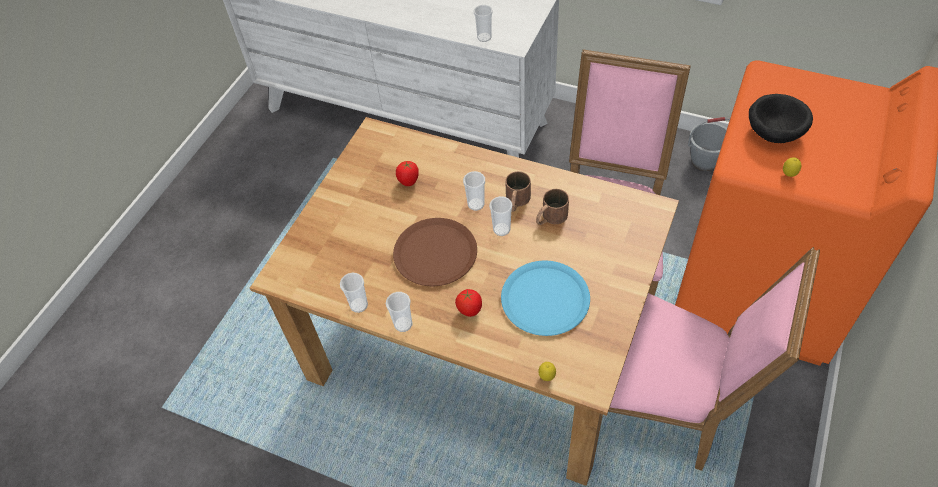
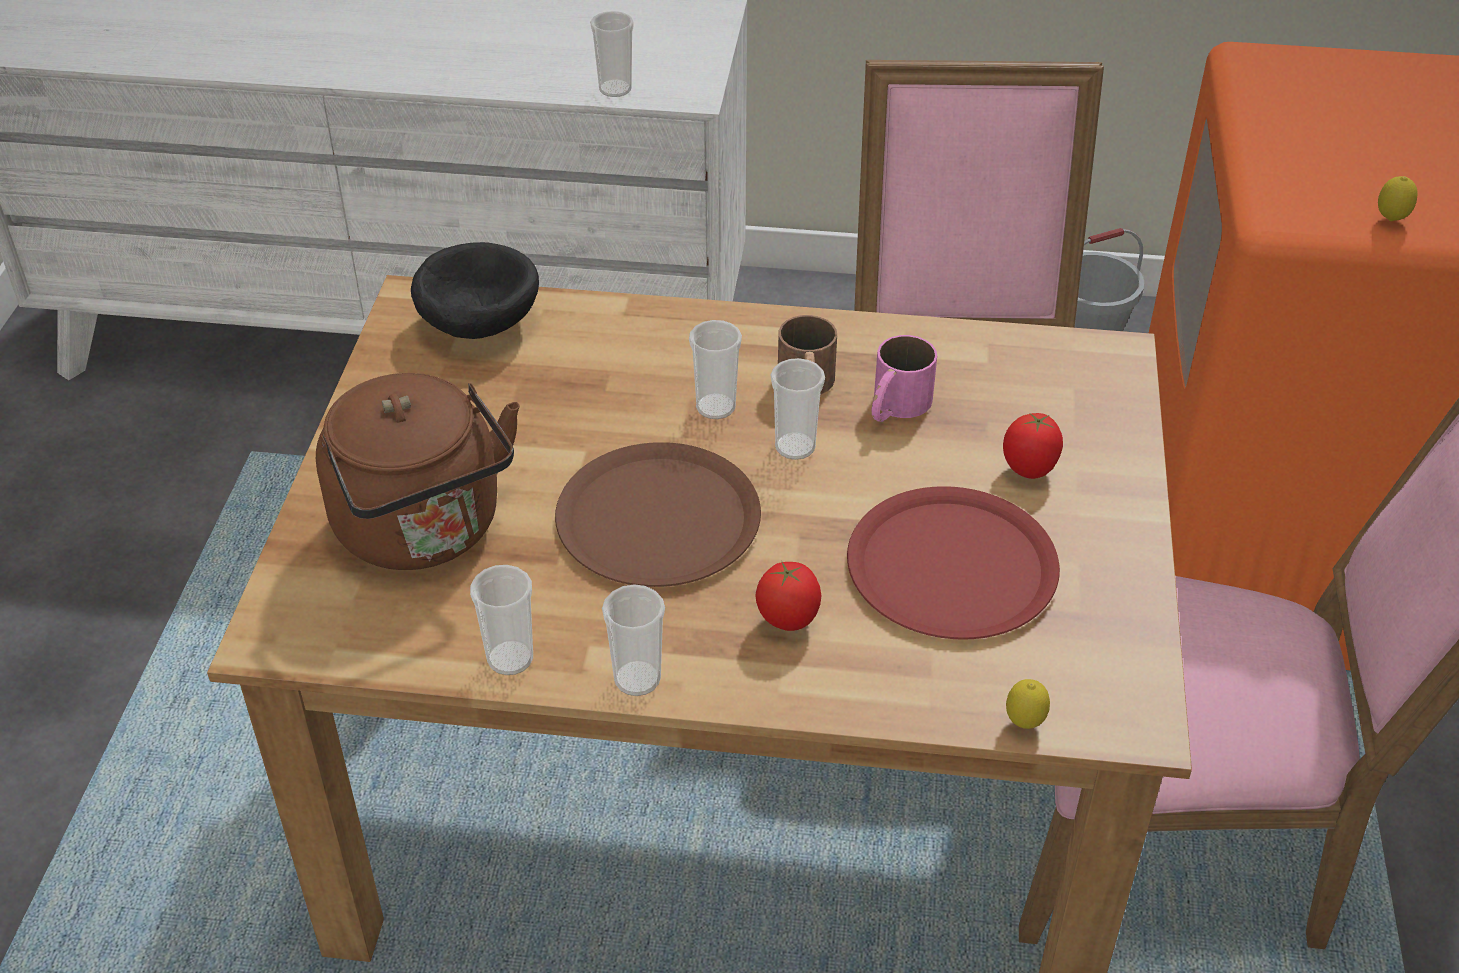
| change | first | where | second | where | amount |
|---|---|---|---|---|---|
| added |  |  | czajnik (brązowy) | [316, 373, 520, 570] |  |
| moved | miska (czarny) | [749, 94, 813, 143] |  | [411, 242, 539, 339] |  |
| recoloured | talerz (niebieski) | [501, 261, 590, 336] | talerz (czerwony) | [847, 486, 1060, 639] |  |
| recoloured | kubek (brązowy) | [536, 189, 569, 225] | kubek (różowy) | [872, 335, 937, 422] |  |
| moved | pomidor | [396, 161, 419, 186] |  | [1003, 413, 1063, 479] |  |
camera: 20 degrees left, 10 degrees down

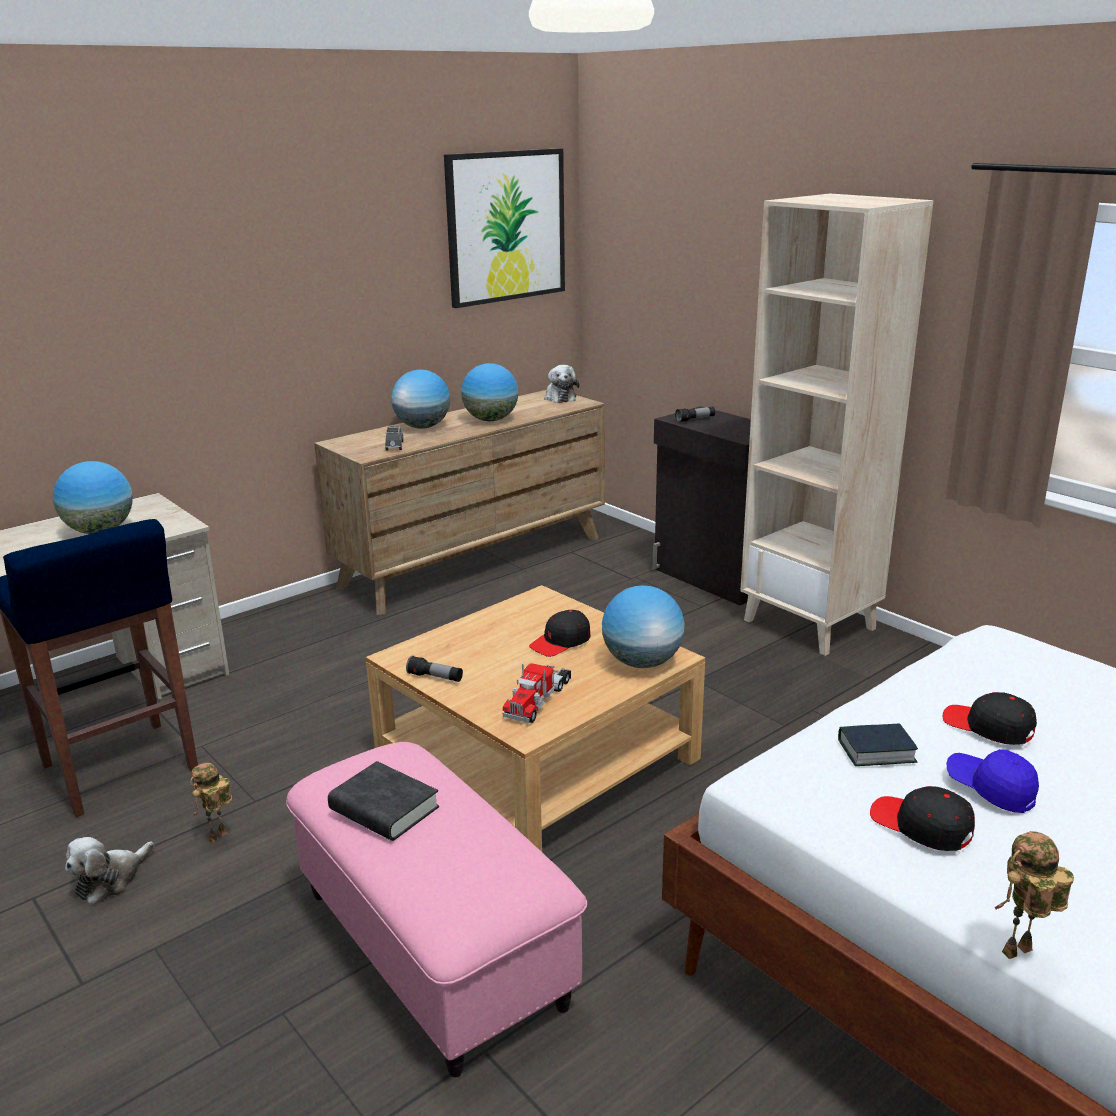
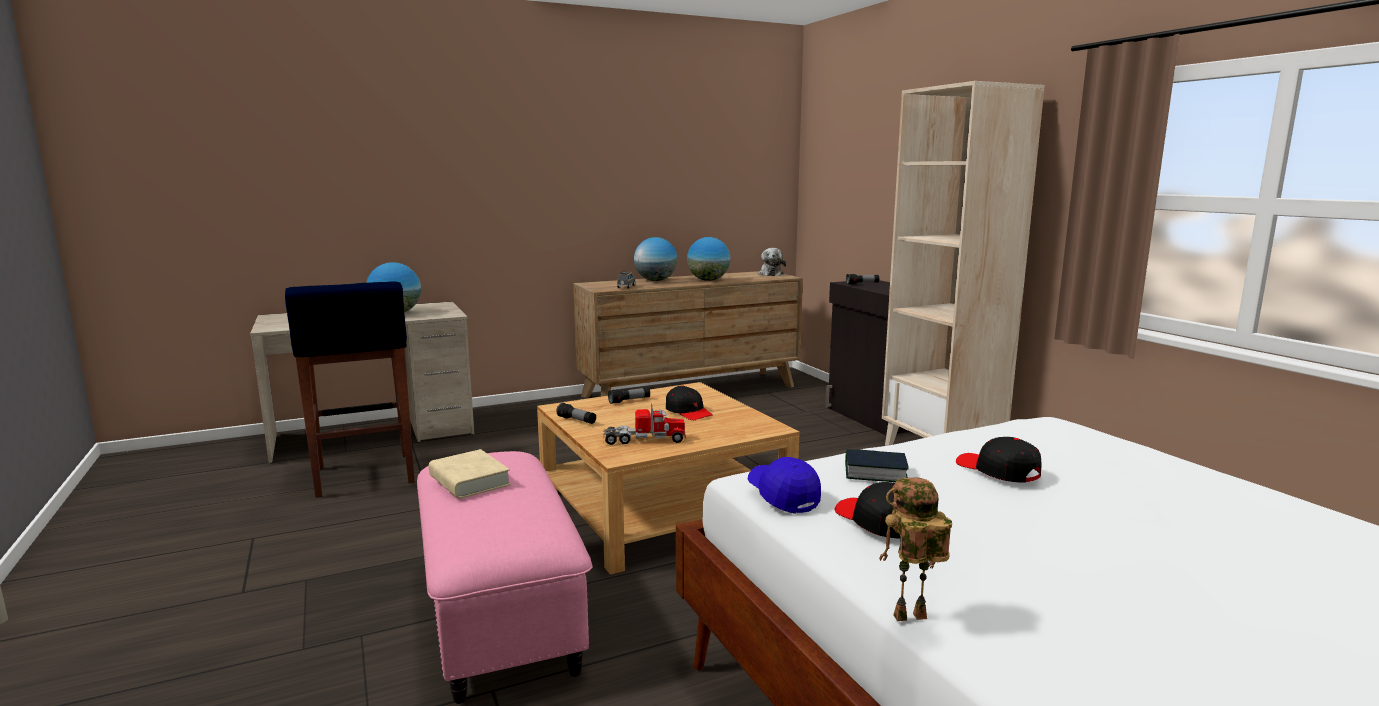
| change | first | where | second | where | amount |
|---|---|---|---|---|---|
| recoloured | książka (czarny) | [328, 761, 439, 841] | książka (beżowy) | [429, 449, 511, 499] |  |
| turned | ciężarówka zabawkowa | [502, 663, 571, 723] |  | [603, 403, 686, 445] | 135 degrees counterclockwise |
| added |  |  | latarka | [608, 387, 650, 404] |  |
| turned | czapka z daszkiem (czarny) | [529, 610, 590, 657] |  | [666, 385, 713, 420] | 105 degrees counterclockwise |
| moved | czapka z daszkiem (niebieski) | [946, 749, 1039, 813] |  | [748, 457, 821, 514] |  |
| removed | pluszak | [65, 837, 154, 905] |  |  |  |
| removed | robot zabawkowy | [190, 763, 232, 843] |  |  |  |
| removed | obraz | [444, 148, 565, 308] |  |  |  |
| removed | globus | [602, 585, 685, 668] |  |  |  |
camera: 15 degrees right, 10 degrees down

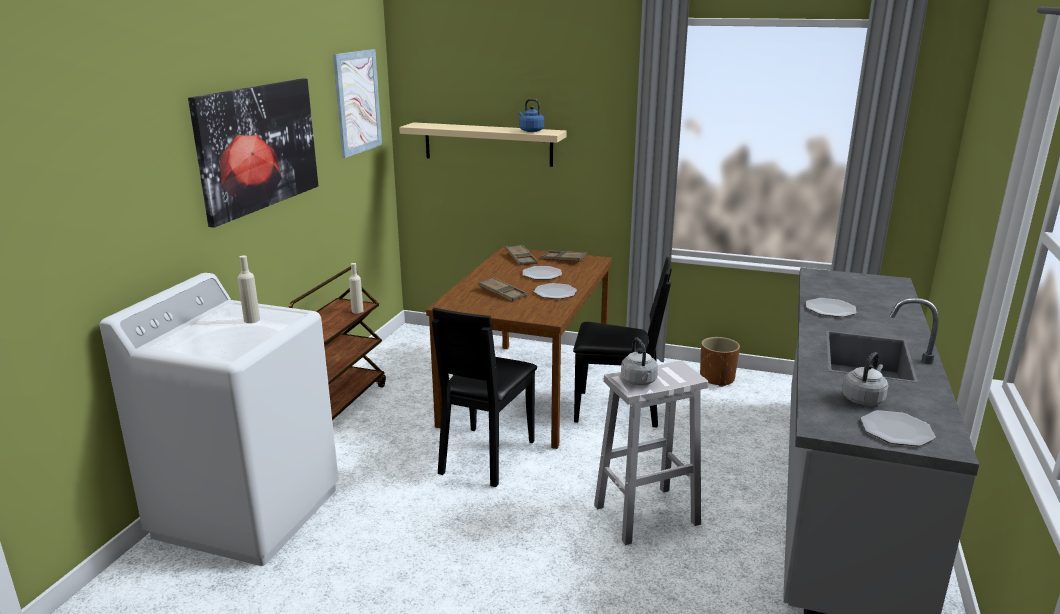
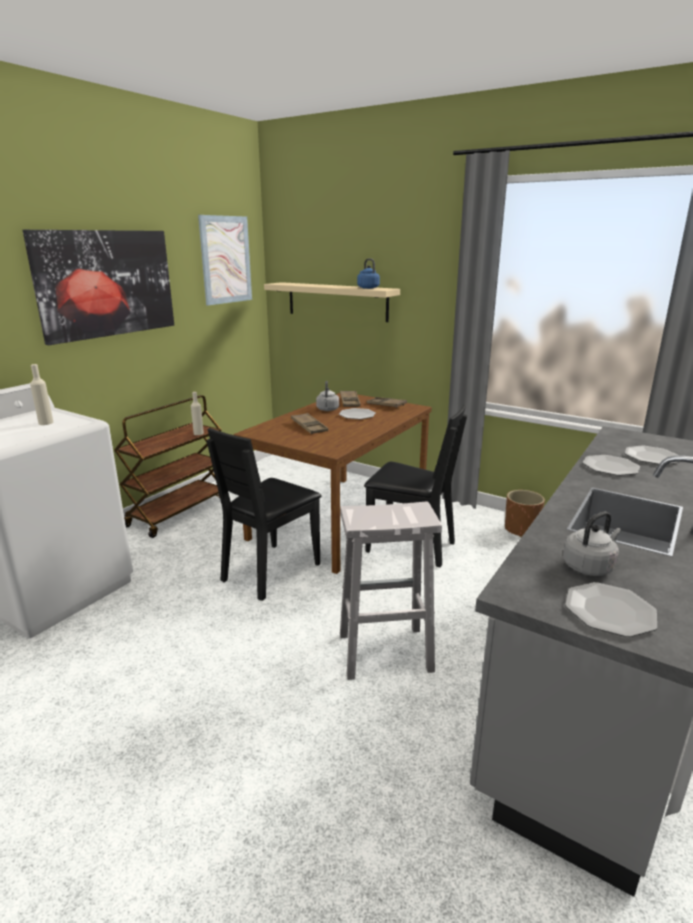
| change | first | where | second | where | amount |
|---|---|---|---|---|---|
| moved | czajnik (szary) | [621, 337, 658, 386] |  | [316, 381, 339, 411] |  |
| moved | talerz | [534, 283, 577, 299] |  | [625, 446, 679, 464] |  |
camera: 15 degrees right, 0 degrees up

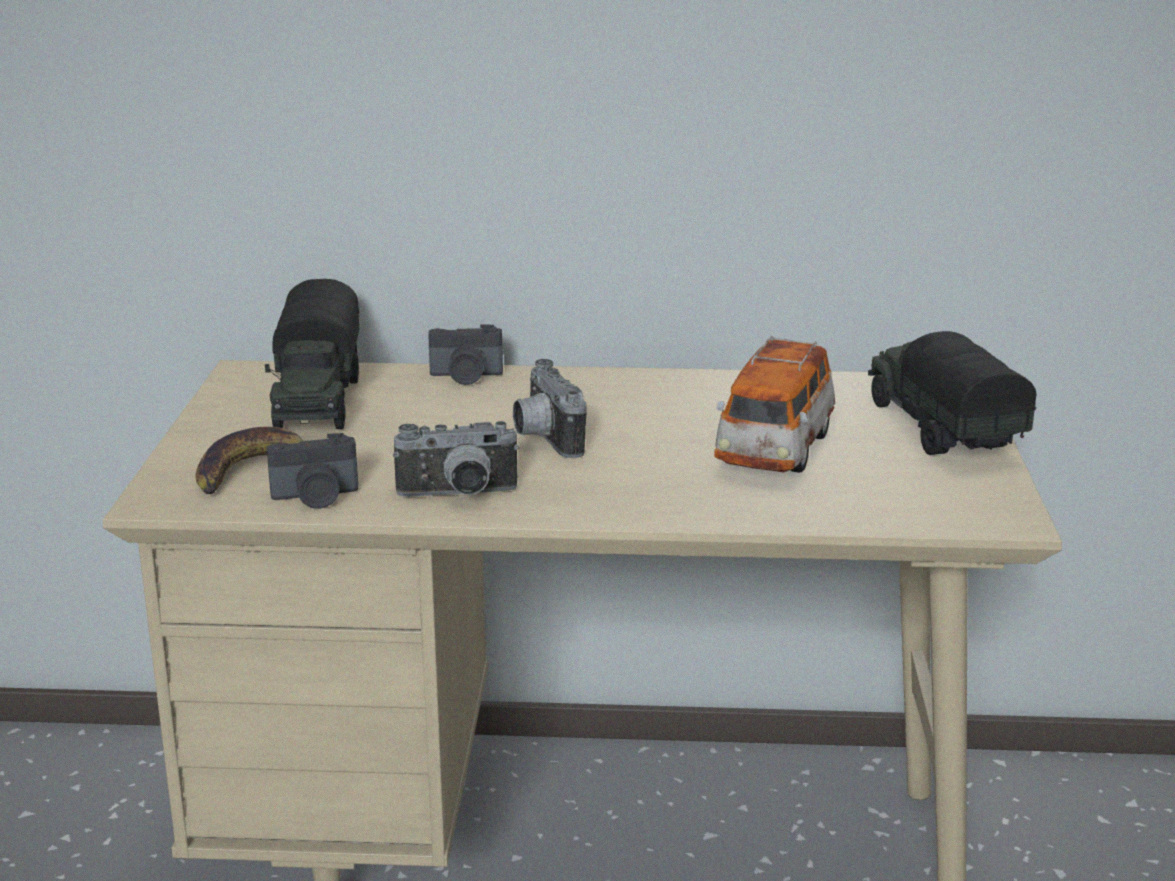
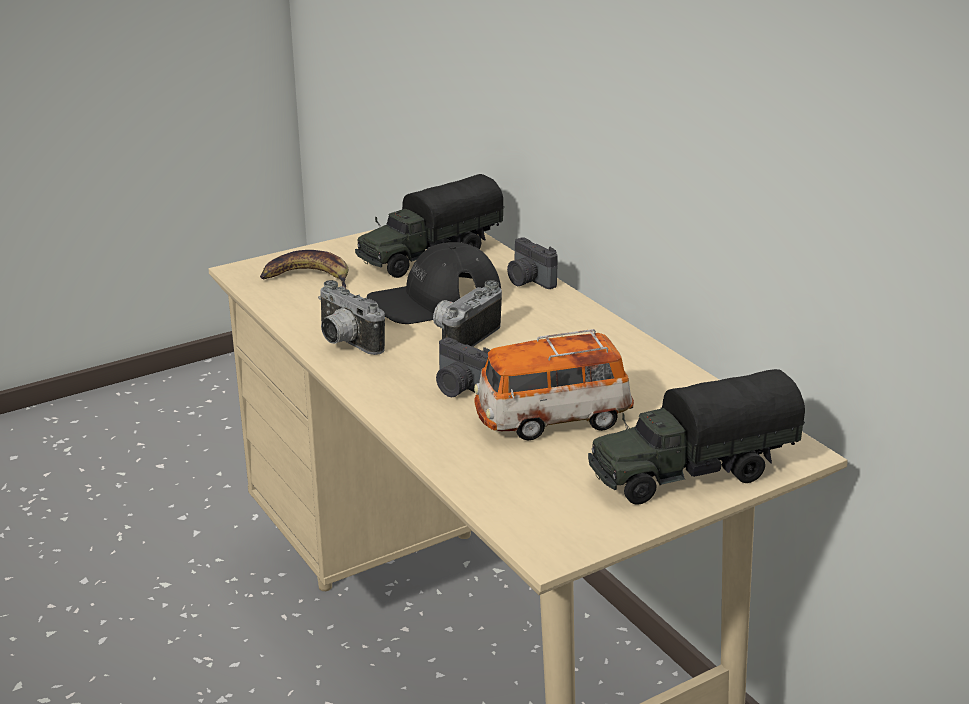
| change | first | where | second | where | amount |
|---|---|---|---|---|---|
| added |  |  | czapka z daszkiem (czarny) | [367, 242, 501, 324] |  |
| moved | aparat fotograficzny | [267, 433, 358, 509] |  | [436, 338, 490, 398] |  |
| turned | ciężarówka zabawkowa | [868, 331, 1036, 455] |  | [588, 369, 805, 505] | 150 degrees counterclockwise |
camera: 55 degrees right, 5 degrees up

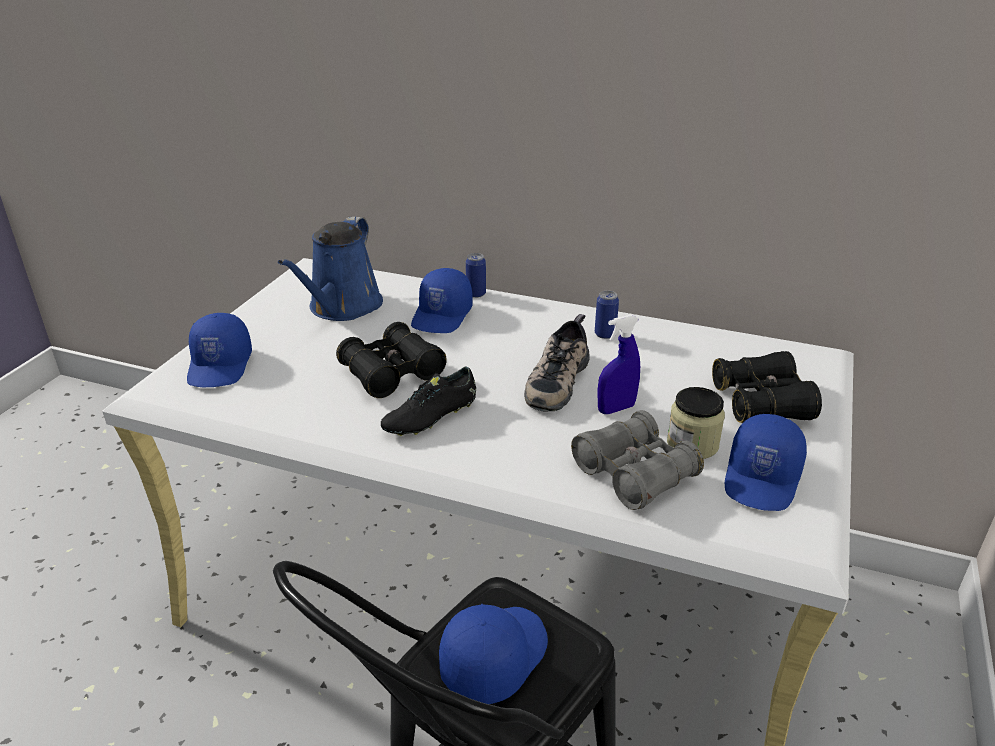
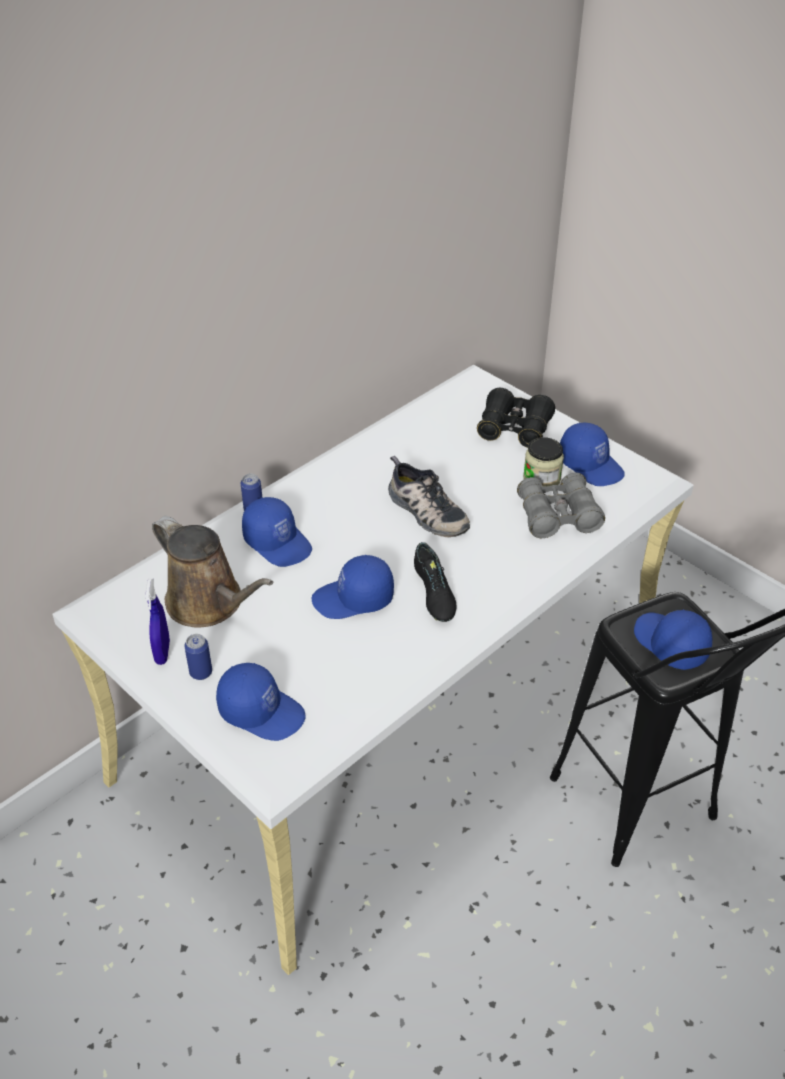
| change | first | where | second | where | amount |
|---|---|---|---|---|---|
| moved | spryskiwacz (niebieski) | [597, 314, 640, 414] |  | [145, 579, 170, 665] |  |
| recoloured | konewka (niebieski) | [278, 216, 383, 321] | konewka (brązowy) | [152, 516, 273, 627] |  |
| moved | puszka | [595, 290, 619, 339] |  | [184, 634, 212, 680] |  |
| replaced | lornetka (czarny) | [336, 322, 447, 398] | czapka z daszkiem (niebieski) | [312, 555, 394, 619] |  |
camera: 65 degrees left, 10 degrees up

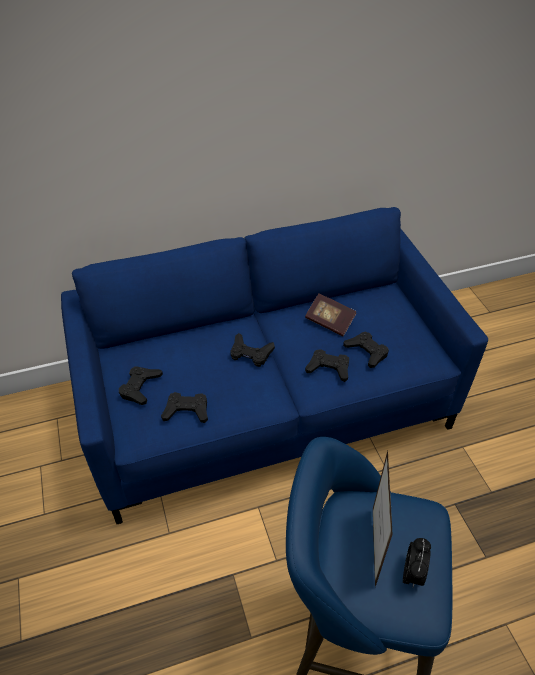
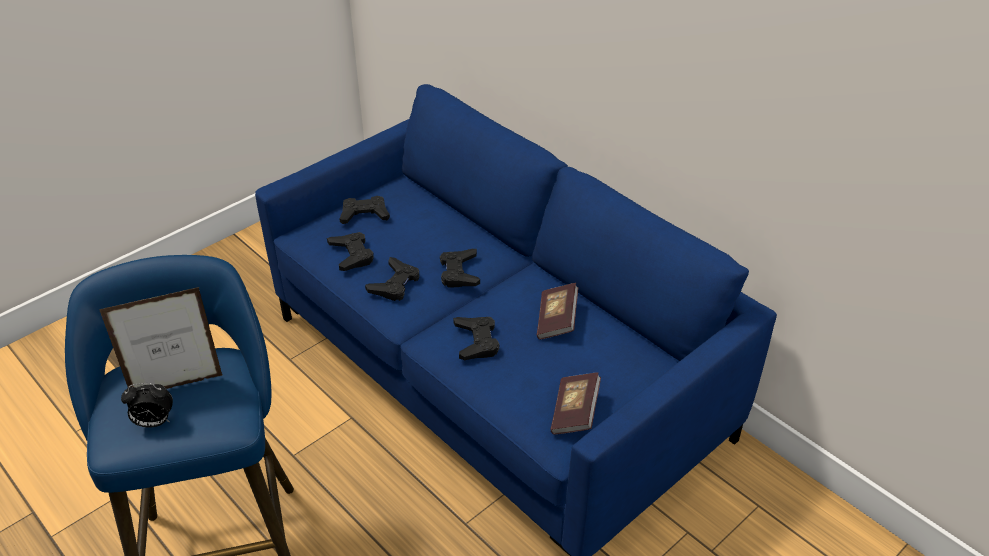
| change | first | where | second | where | amount |
|---|---|---|---|---|---|
| moved | pad do gier (czarny) | [343, 332, 389, 368] |  | [365, 257, 419, 301] |  |
| added |  |  | książka | [550, 373, 601, 435] |  |
camera: 65 degrees right, 5 degrees down

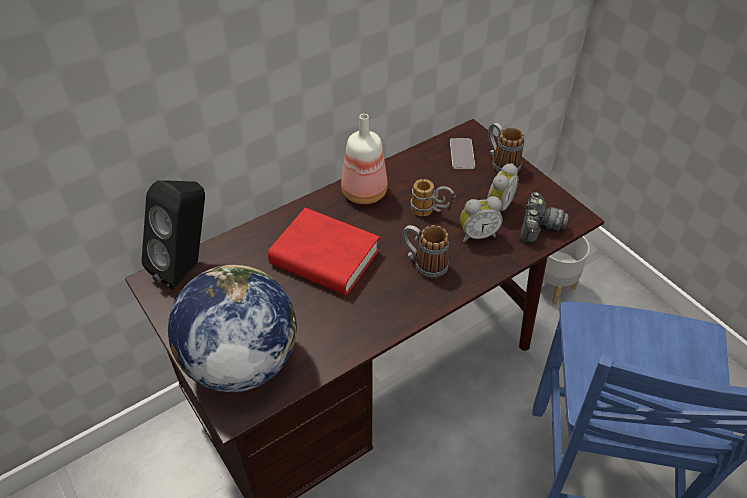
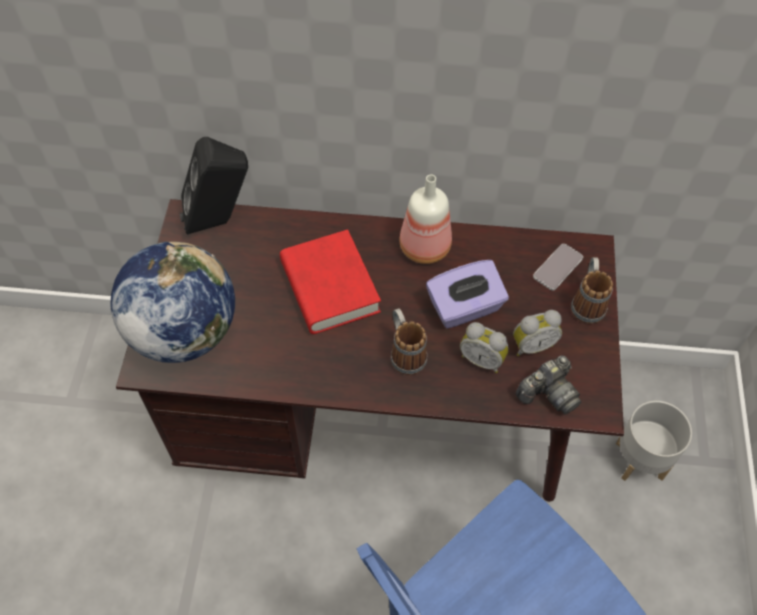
| change | first | where | second | where | amount |
|---|---|---|---|---|---|
| replaced | kubek | [411, 179, 456, 216] | pudełko chusteczek (fioletowy) | [426, 260, 509, 329] |  |
camera: 40 degrees right, 10 degrees up

